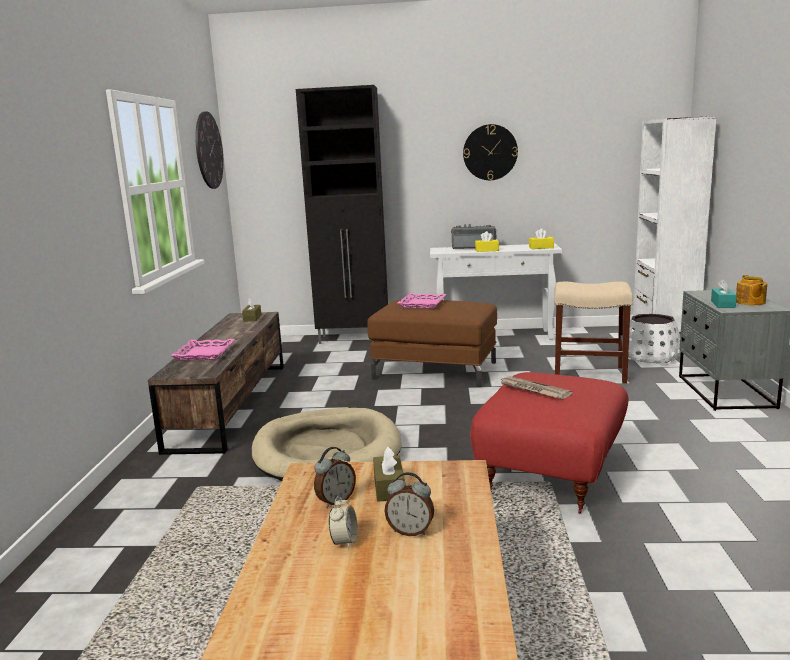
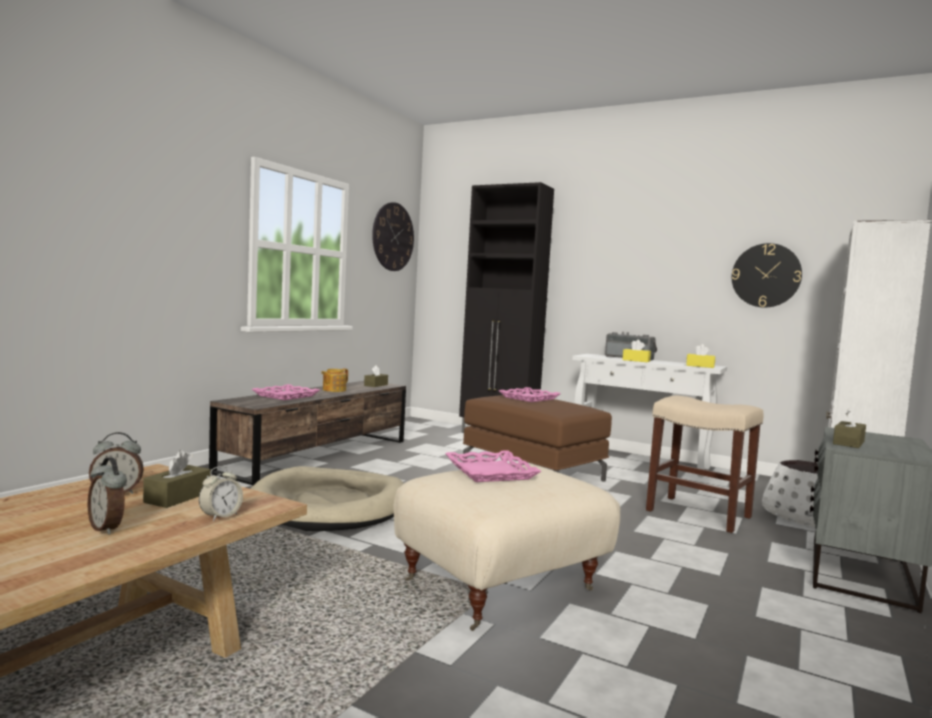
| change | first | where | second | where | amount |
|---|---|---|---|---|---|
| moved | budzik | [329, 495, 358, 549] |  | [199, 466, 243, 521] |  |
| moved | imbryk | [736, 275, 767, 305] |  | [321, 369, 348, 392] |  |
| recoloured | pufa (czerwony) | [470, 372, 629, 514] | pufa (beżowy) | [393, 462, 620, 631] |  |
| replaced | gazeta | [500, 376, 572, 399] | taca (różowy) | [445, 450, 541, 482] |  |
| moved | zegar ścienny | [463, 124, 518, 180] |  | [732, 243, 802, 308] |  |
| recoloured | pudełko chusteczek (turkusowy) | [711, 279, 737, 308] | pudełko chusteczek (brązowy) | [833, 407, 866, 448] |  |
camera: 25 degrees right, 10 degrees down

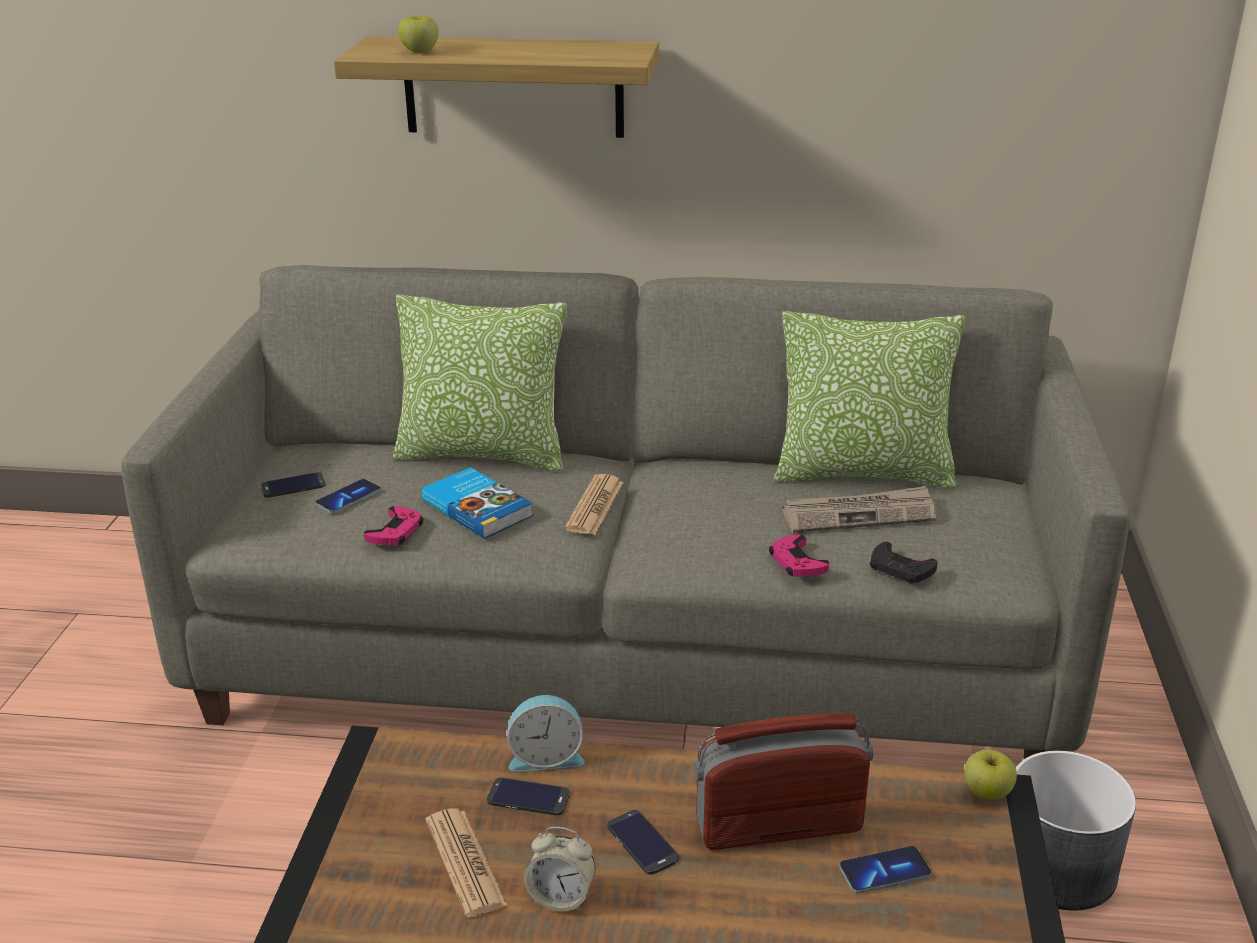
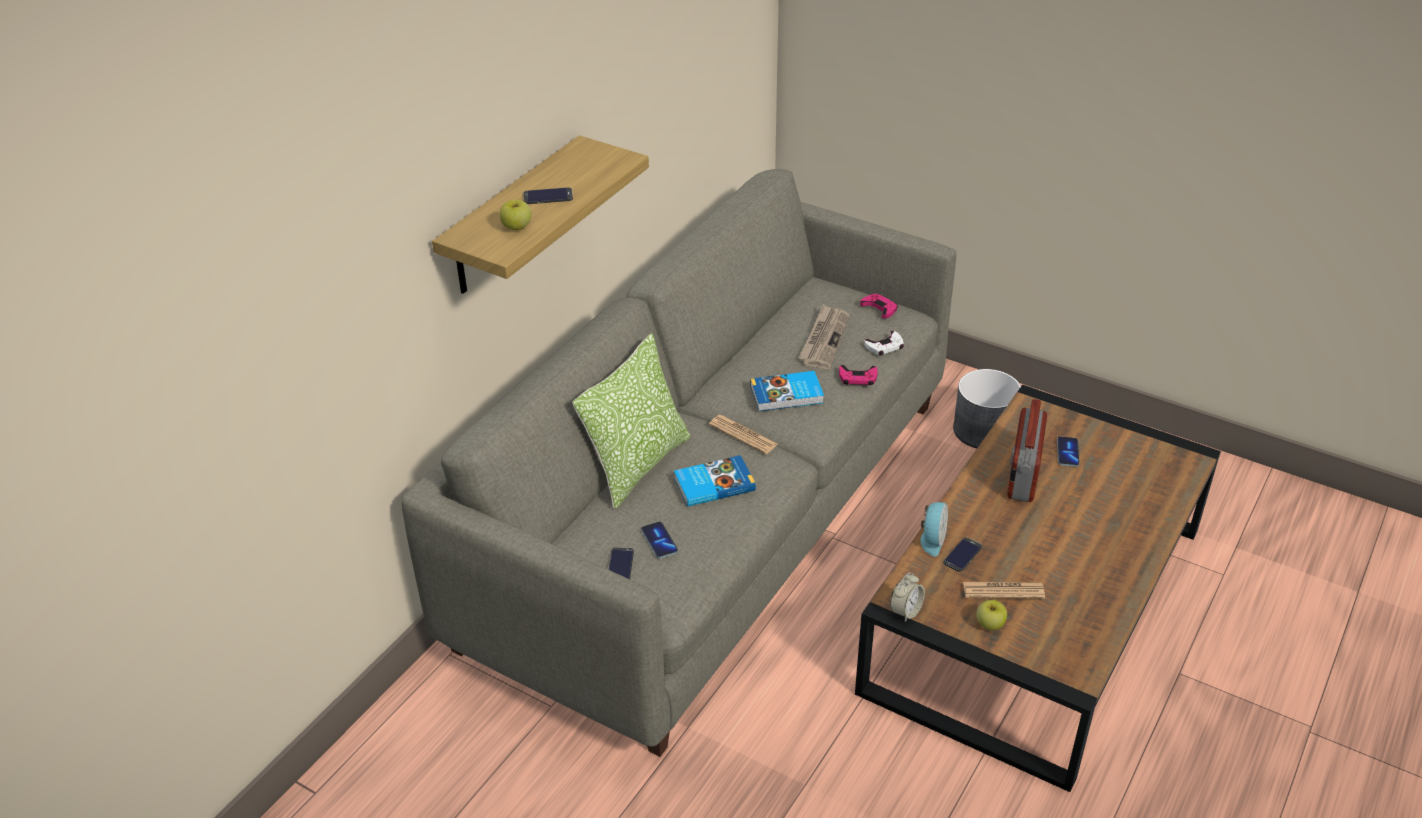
| change | first | where | second | where | amount |
|---|---|---|---|---|---|
| moved | telefon | [607, 810, 679, 875] |  | [523, 187, 573, 204] |  |
| added |  |  | książka | [750, 371, 824, 411] |  |
| moved | pad do gier (różowy) | [364, 506, 423, 545] |  | [860, 294, 898, 319] |  |
| recoloured | pad do gier (czarny) | [870, 542, 938, 583] | pad do gier (biały) | [864, 331, 904, 356] |  |
| moved | budzik | [524, 827, 596, 912] |  | [890, 573, 925, 622] |  |
| moved | jabłko | [964, 750, 1017, 800] |  | [976, 600, 1007, 630] |  |
| removed | poduszka | [774, 311, 965, 488] |  |  |  |
camera: 65 degrees left, 10 degrees up

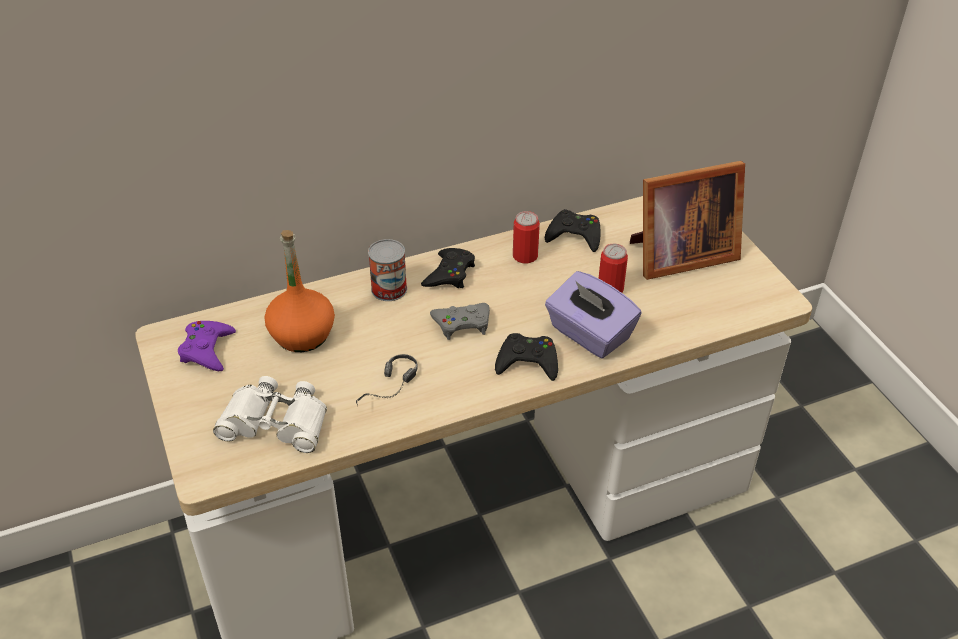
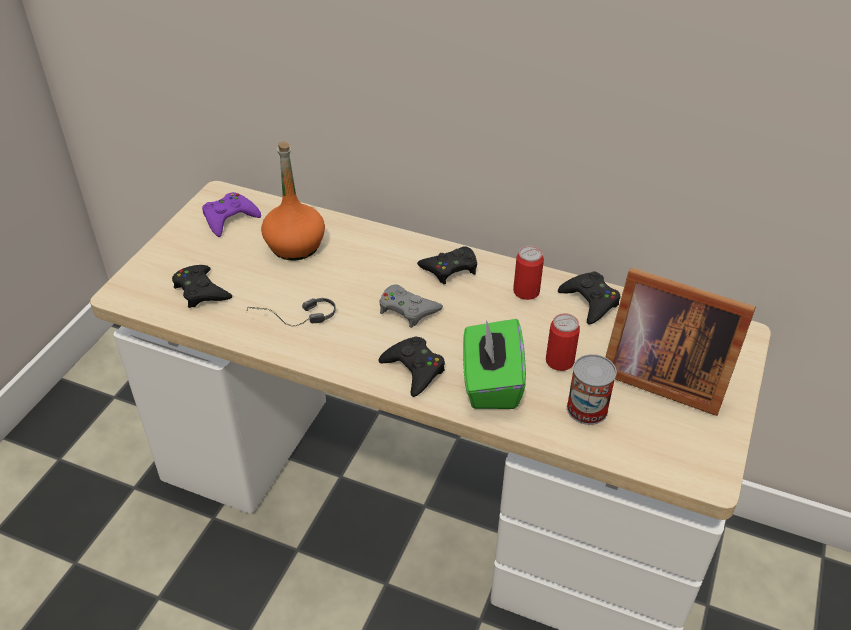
| change | first | where | second | where | amount |
|---|---|---|---|---|---|
| replaced | lornetka (biały) | [213, 376, 327, 453] | pad do gier (czarny) | [172, 265, 232, 308] |  |
| recoloured | pudełko chusteczek (fioletowy) | [545, 271, 642, 358] | pudełko chusteczek (zielony) | [463, 319, 526, 409] |  |
| moved | puszka | [368, 239, 407, 301] |  | [567, 354, 617, 425] |  |
camera: 45 degrees right, 0 degrees up

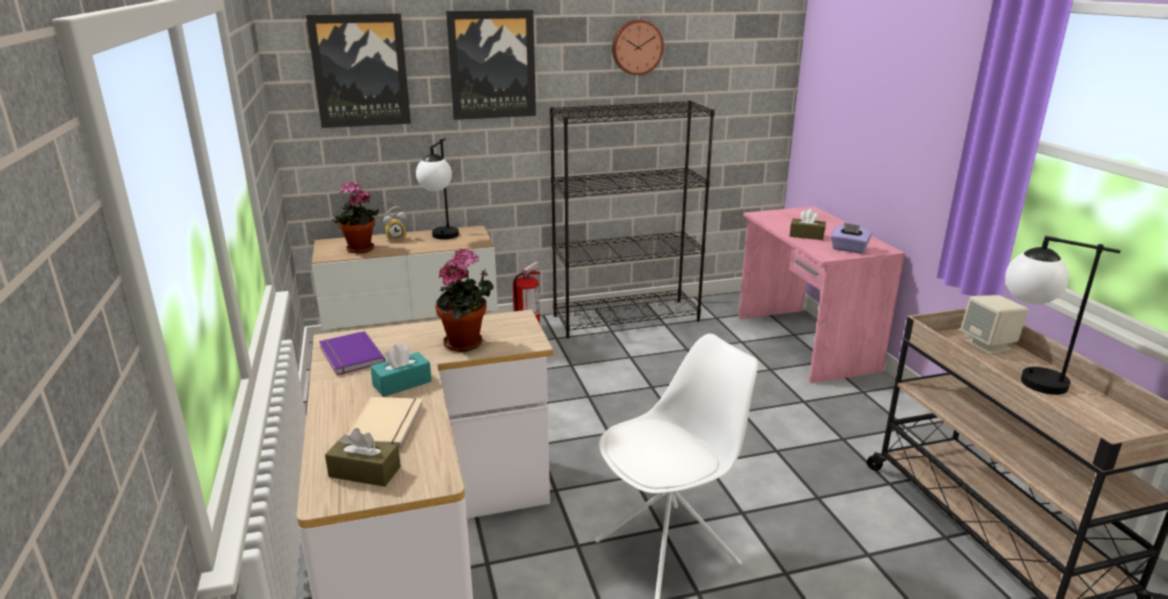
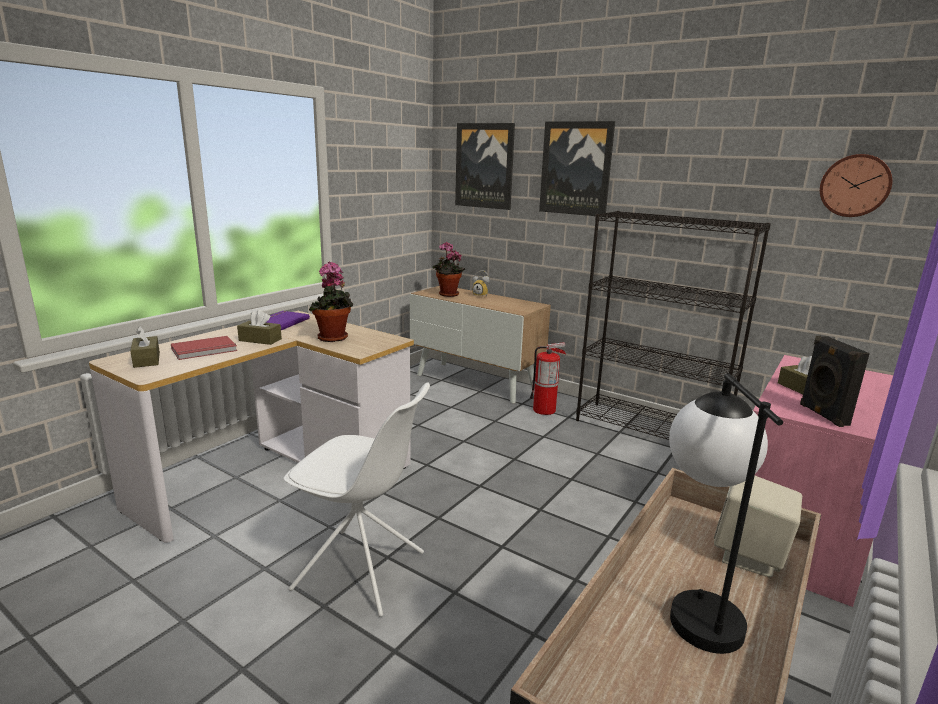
| change | first | where | second | where | amount |
|---|---|---|---|---|---|
| recoloured | książka (beżowy) | [347, 397, 424, 450] | książka (czerwony) | [171, 336, 237, 360] |  |
| recoloured | pudełko chusteczek (turkusowy) | [370, 343, 432, 397] | pudełko chusteczek (brązowy) | [237, 309, 282, 345] |  |
| replaced | pudełko chusteczek (fioletowy) | [831, 223, 872, 254] | głośnik (czarny) | [800, 336, 870, 427] |  |
| moved | zegar ścienny | [612, 19, 664, 75] |  | [820, 154, 892, 217] |  |
| removed | lampa stołowa | [416, 138, 459, 239] |  |  |  |
camera: 50 degrees right, 5 degrees down

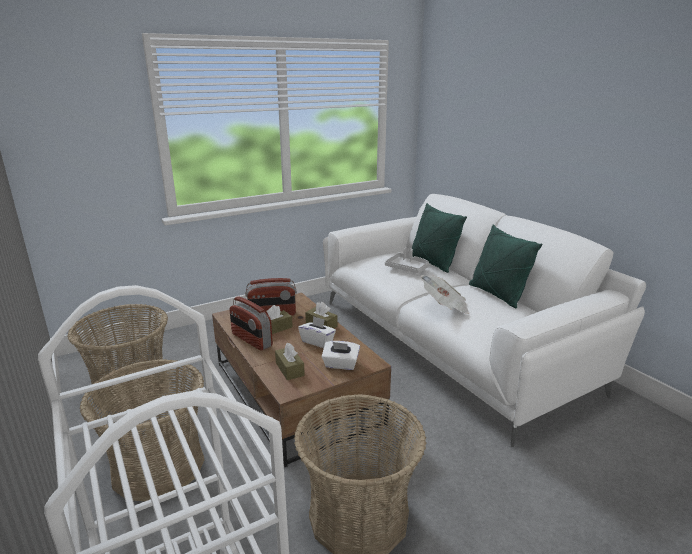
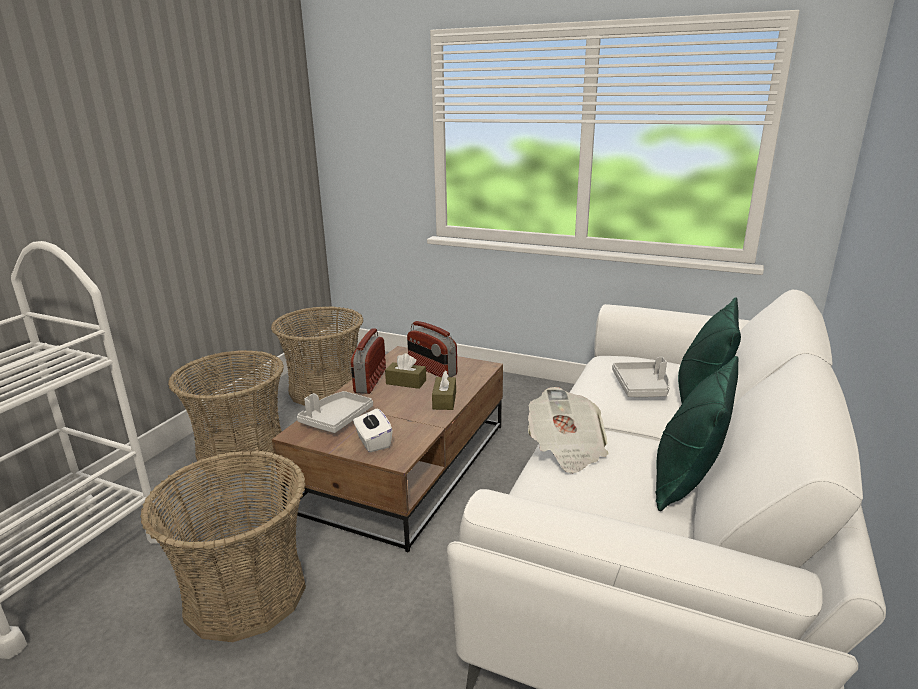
| change | first | where | second | where | amount |
|---|---|---|---|---|---|
| replaced | pudełko chusteczek (brązowy) | [275, 343, 305, 380] | taca (szary) | [297, 391, 373, 433] |  |
| removed | pudełko chusteczek (biały) | [298, 316, 336, 348] |  |  |  |
camera: 55 degrees right, 0 degrees up

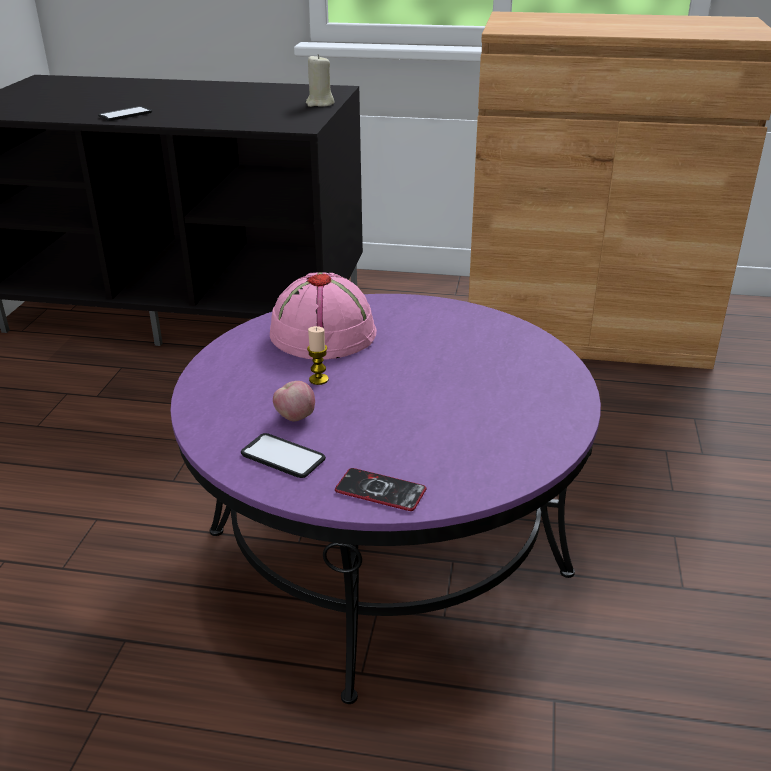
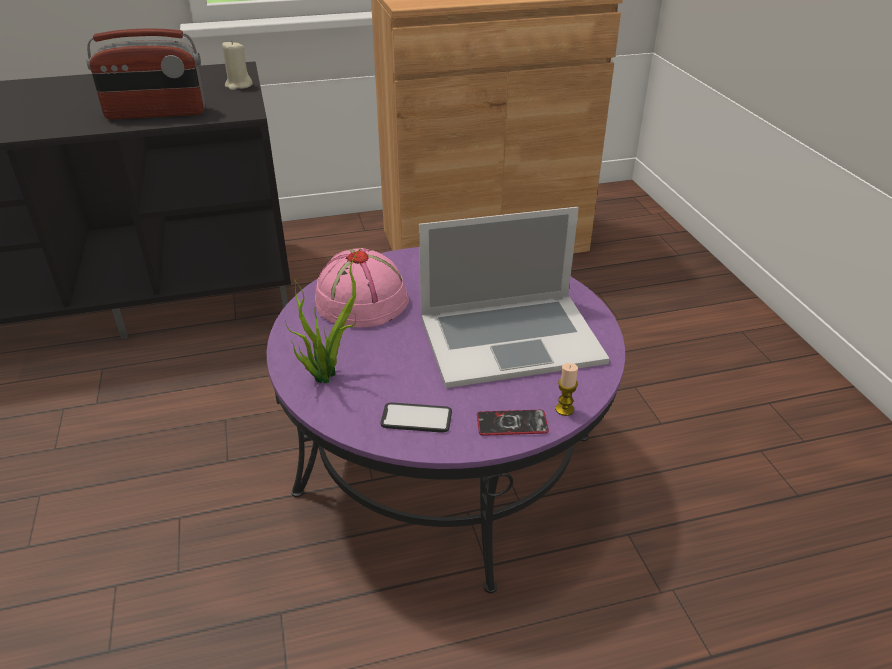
| change | first | where | second | where | amount |
|---|---|---|---|---|---|
| added |  |  | radio | [87, 29, 205, 119] |  |
| added |  |  | roślina doniczkowa | [285, 247, 361, 383] |  |
| added |  |  | laptop | [419, 207, 610, 388] |  |
| moved | świeca | [307, 326, 329, 385] |  | [555, 363, 578, 416] |  |
| removed | telefon | [98, 106, 152, 121] |  |  |  |
| removed | jabłko | [273, 381, 315, 421] |  |  |  |
camera: 25 degrees left, 5 degrees up

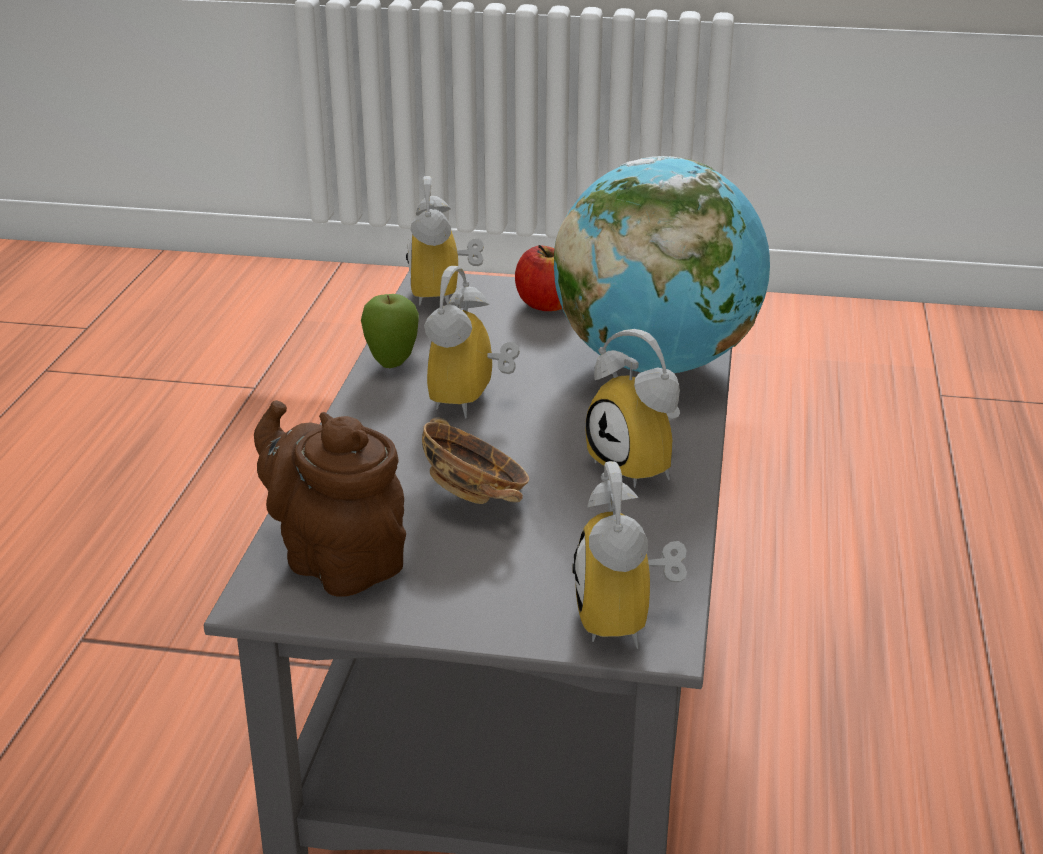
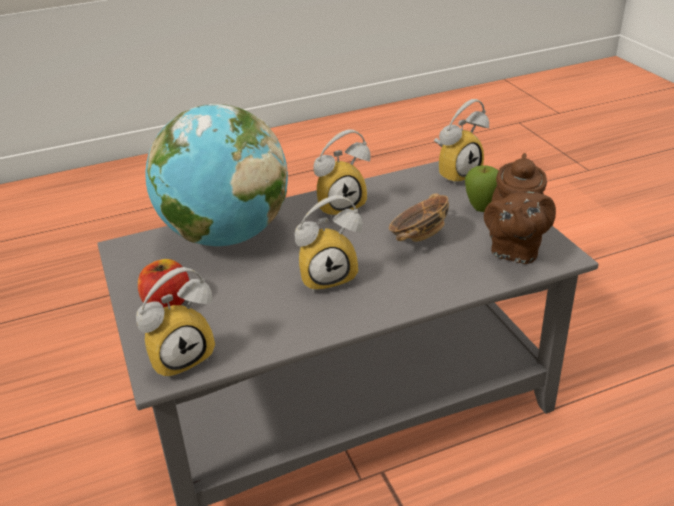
| change | first | where | second | where | amount |
|---|---|---|---|---|---|
| turned | budzik | [586, 329, 680, 488] |  | [313, 129, 371, 219] | 45 degrees clockwise |
| moved | jabłko | [361, 294, 419, 368] |  | [465, 165, 498, 212] |  |
camera: 120 degrees left, 5 degrees up

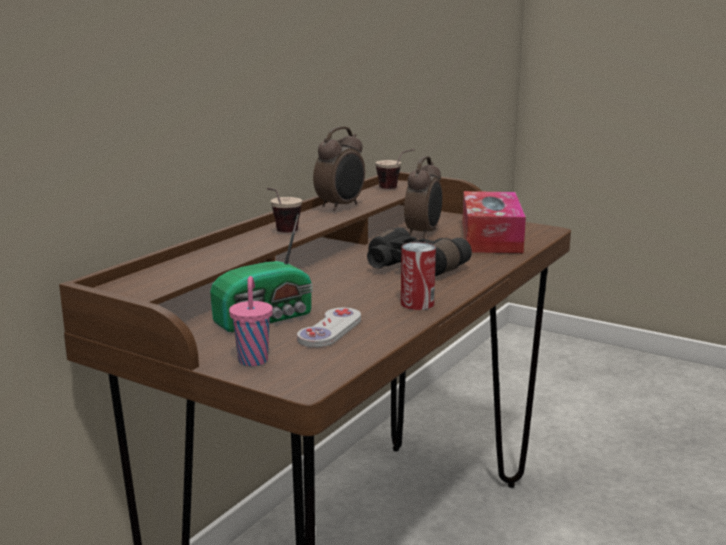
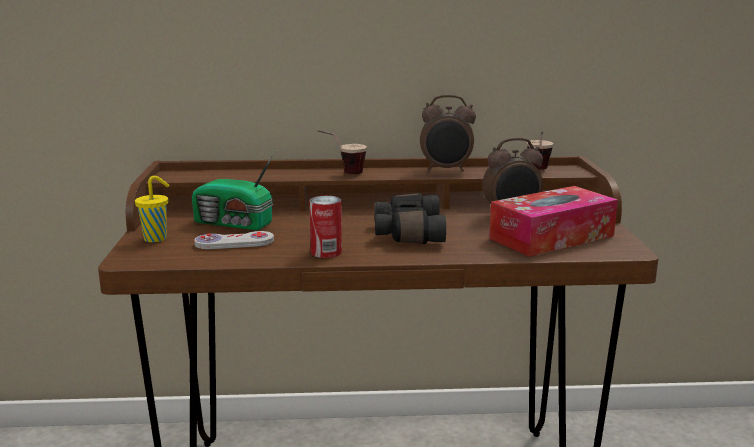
| change | first | where | second | where | amount |
|---|---|---|---|---|---|
| recoloured | filiżanka (różowy) | [229, 276, 273, 366] | filiżanka (żółty) | [135, 176, 169, 243] |  |
camera: 55 degrees right, 0 degrees up

